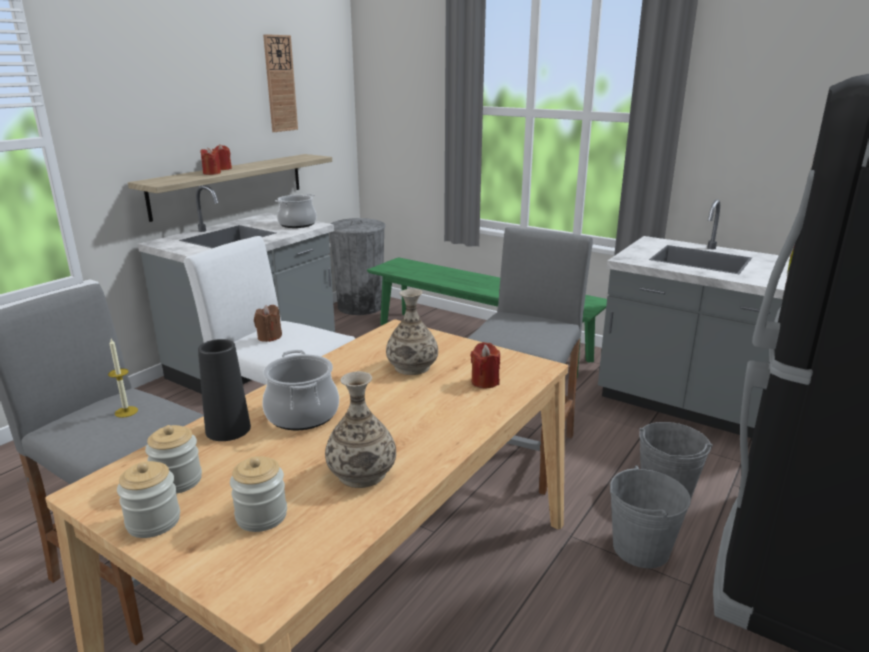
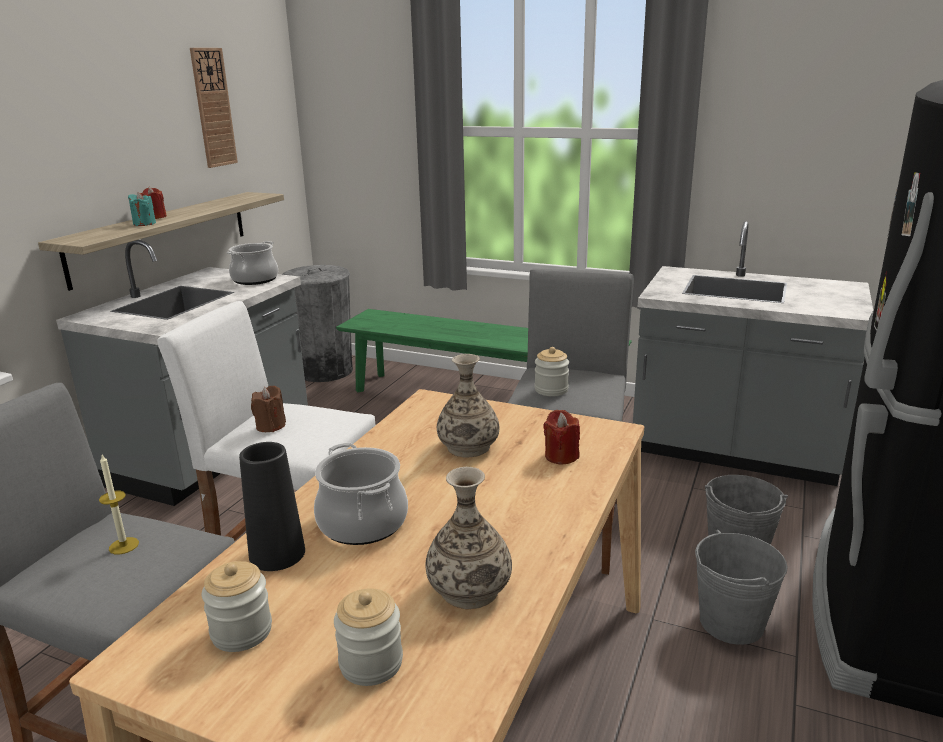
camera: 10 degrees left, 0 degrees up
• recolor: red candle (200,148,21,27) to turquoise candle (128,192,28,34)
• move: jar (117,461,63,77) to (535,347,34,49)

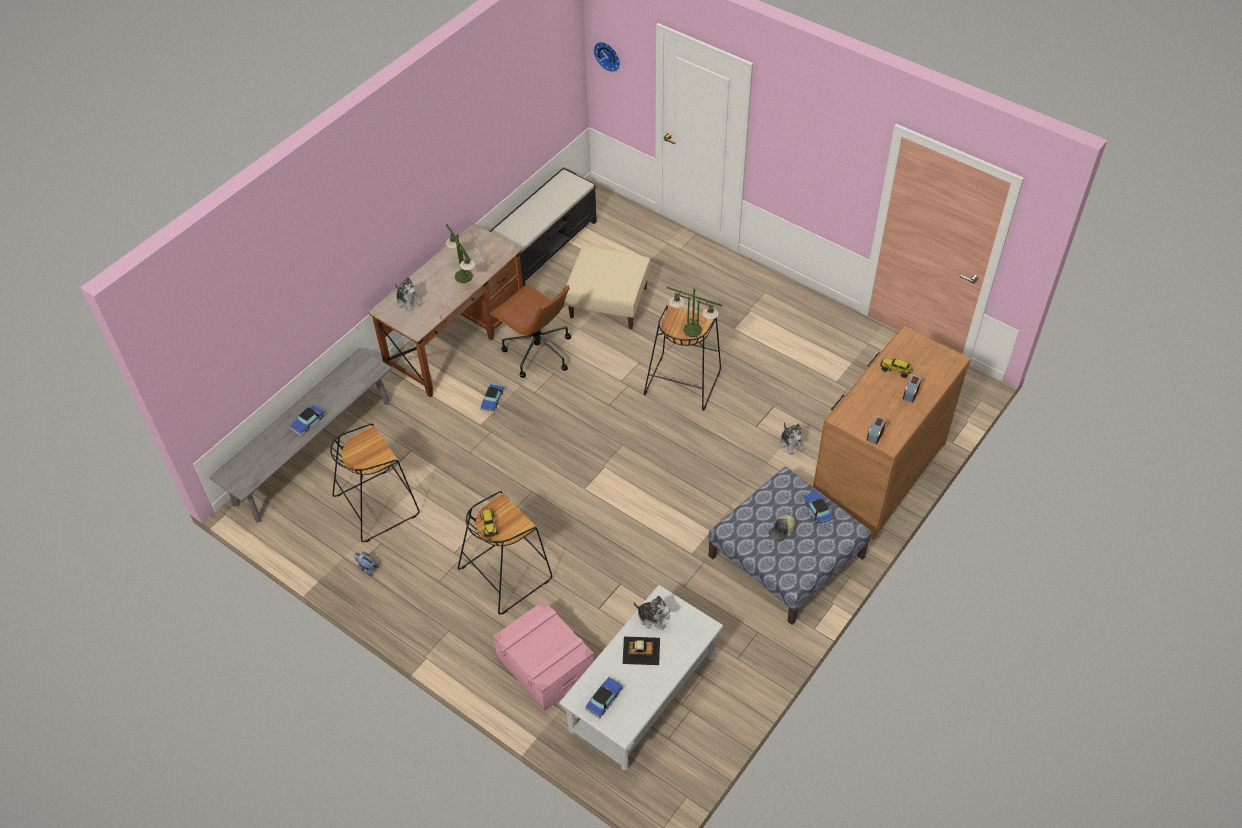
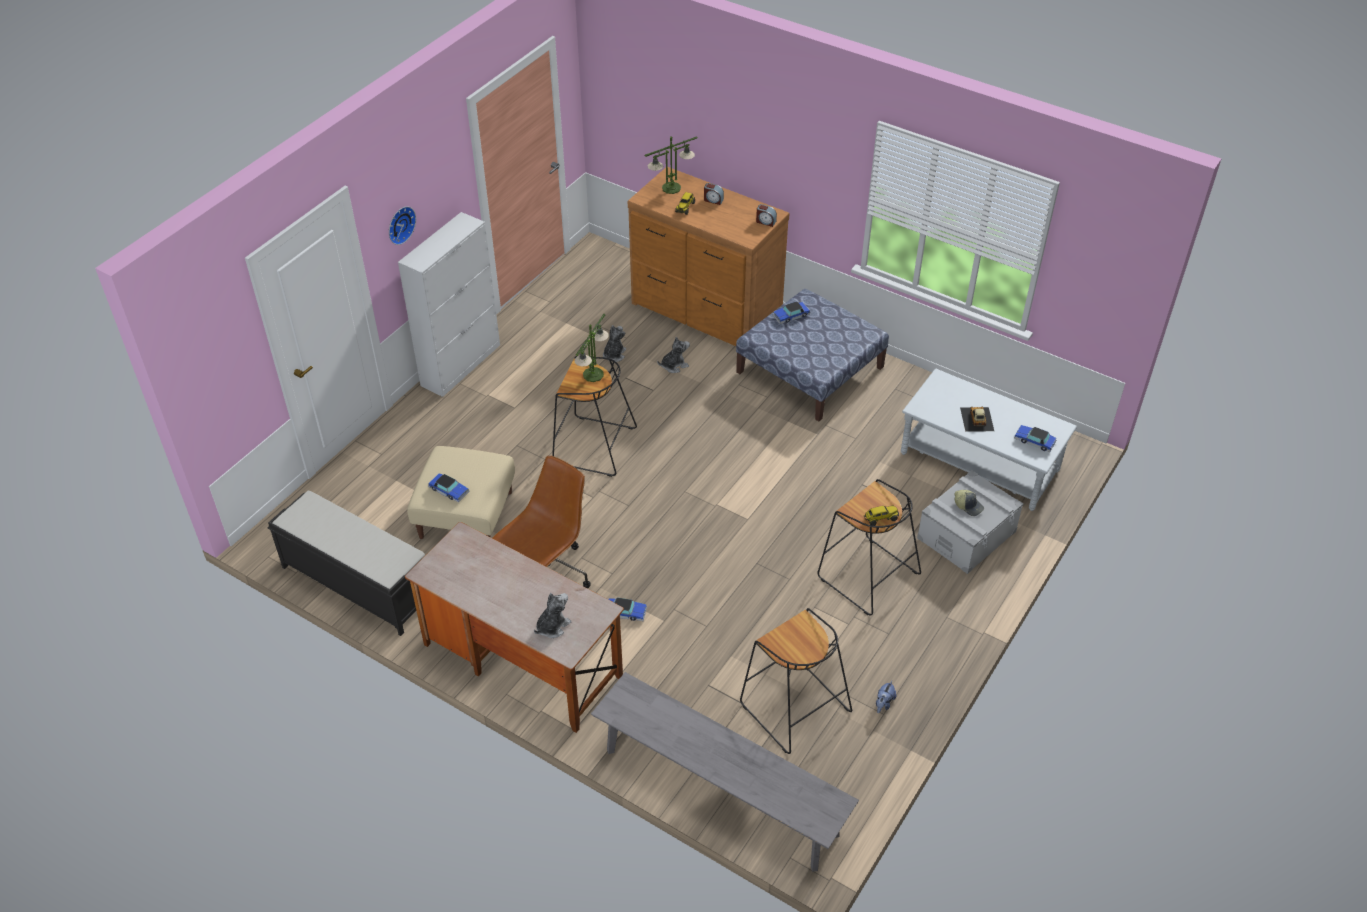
camera: 95 degrees left, 5 degrees down
• move: wall clock (593,42,27,30) to (389,206,27,39)
• insert: white cabinet (398,212,102,185)
• move: toy car (290,405,35,31) to (428,473,42,30)
• move: plush toy (633,596,37,34) to (603,325,23,37)
• move: table lamp (446,224,29,59) to (645,136,53,58)
• recolor: pink storage box (493,600,101,111) to grey storage box (917,470,107,104)
• move: cap (768,515,27,27) to (955,490,29,26)

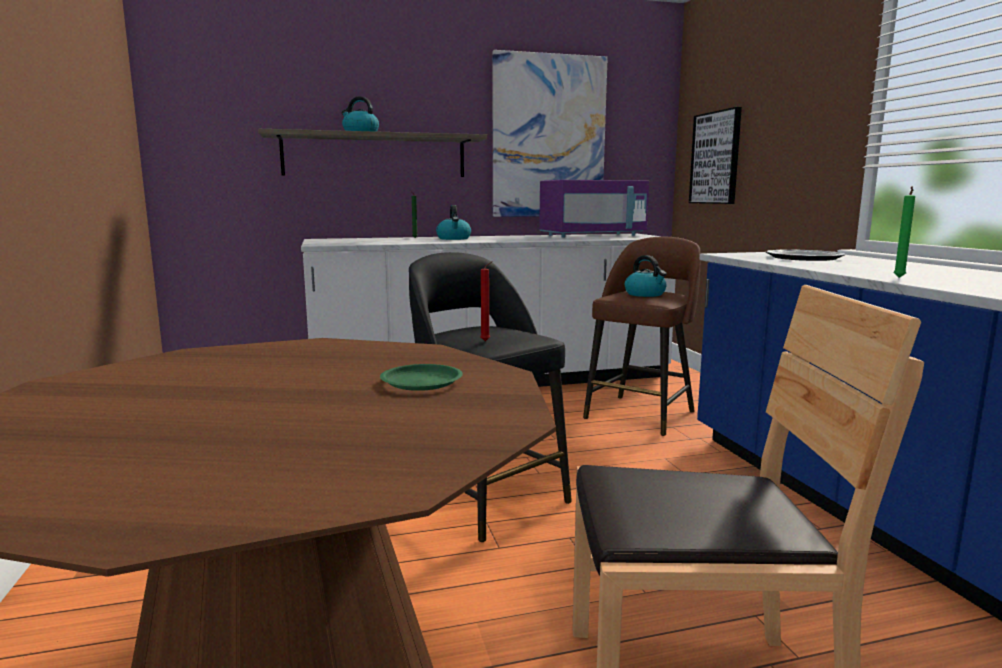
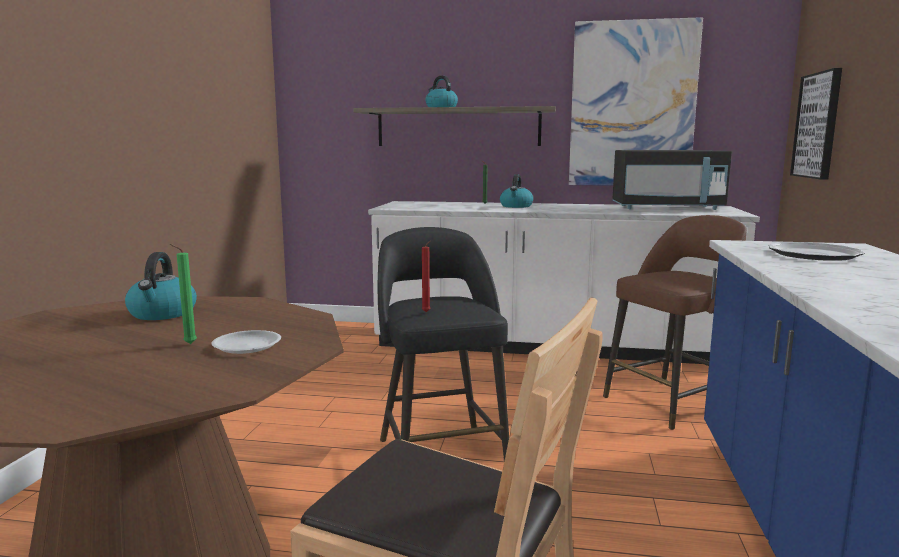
camera: 25 degrees right, 0 degrees up
• move: kettle (625,255,42,42) to (125,252,72,68)
• move: green candle (893,186,22,92) to (170,244,27,100)
• recolor: green plate (380,364,83,27) to white plate (211,330,70,24)
• recolor: purple microwave (539,180,110,58) to black microwave (613,150,119,60)

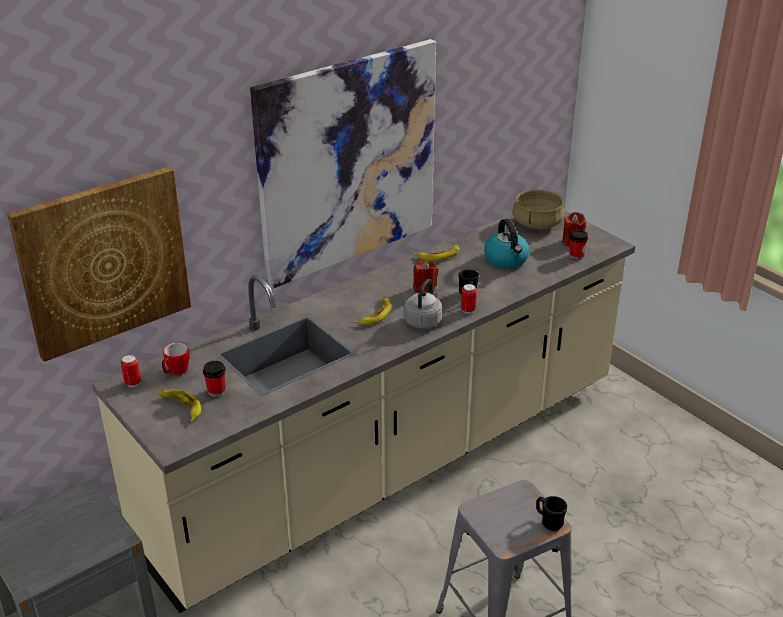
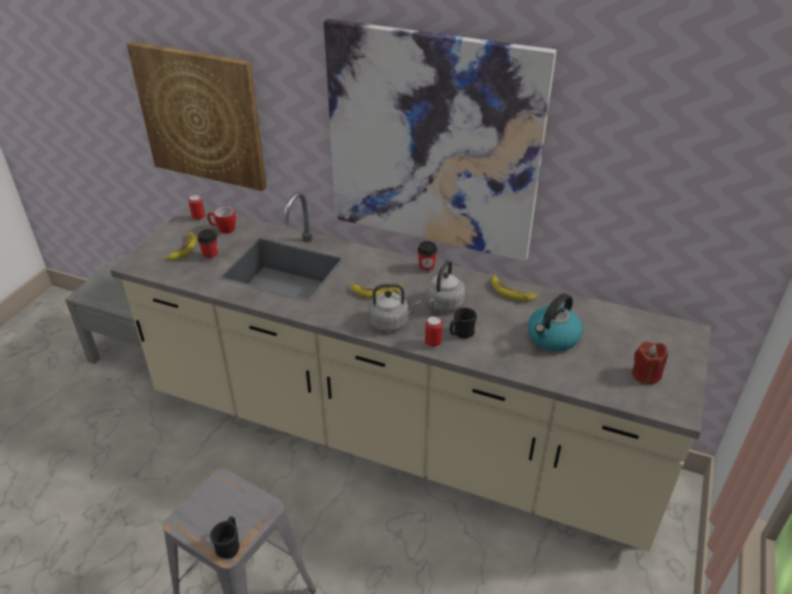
camera: 60 degrees right, 5 degrees up
• move: cup (570,230,18,30) to (418,241,19,32)
• replace: red candle (413,261,25,33) to grey kettle (426,260,39,52)
• delete: beige cooking pot (512,190,52,39)

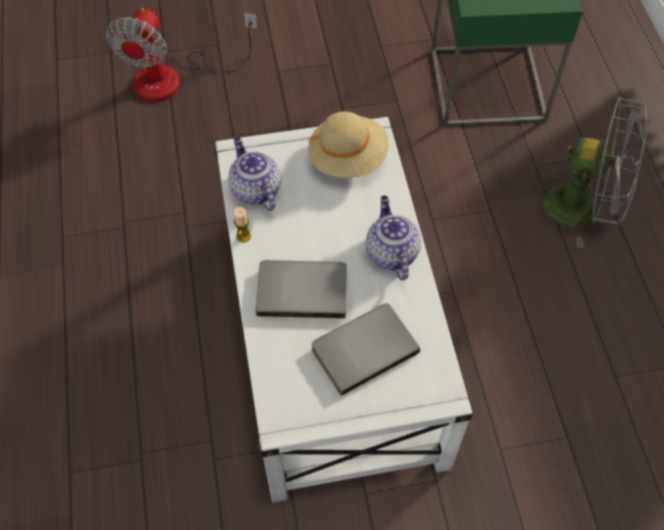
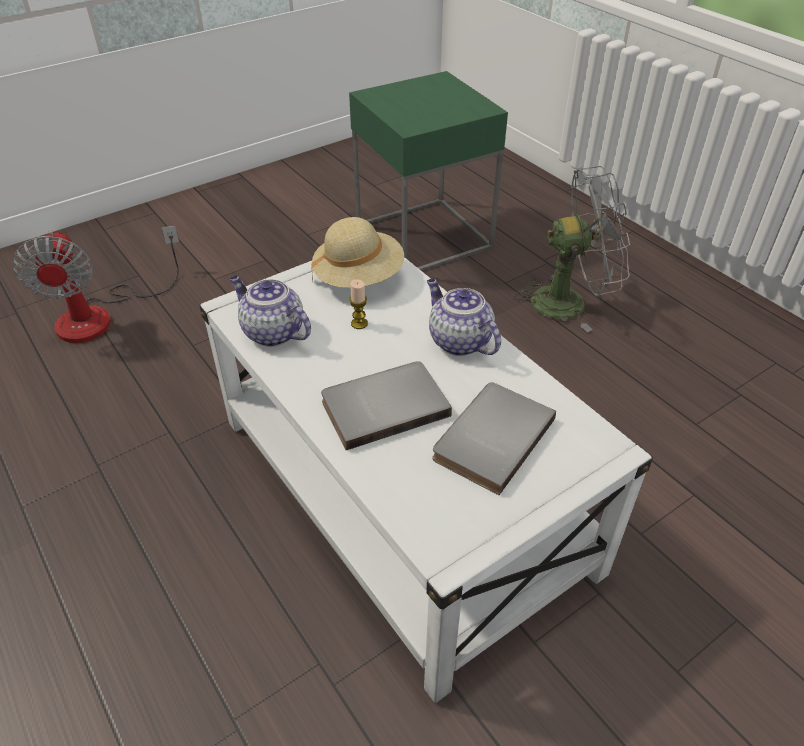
camera: 25 degrees left, 15 degrees down
• move: candle (234,207,17,35) to (349,279,19,50)

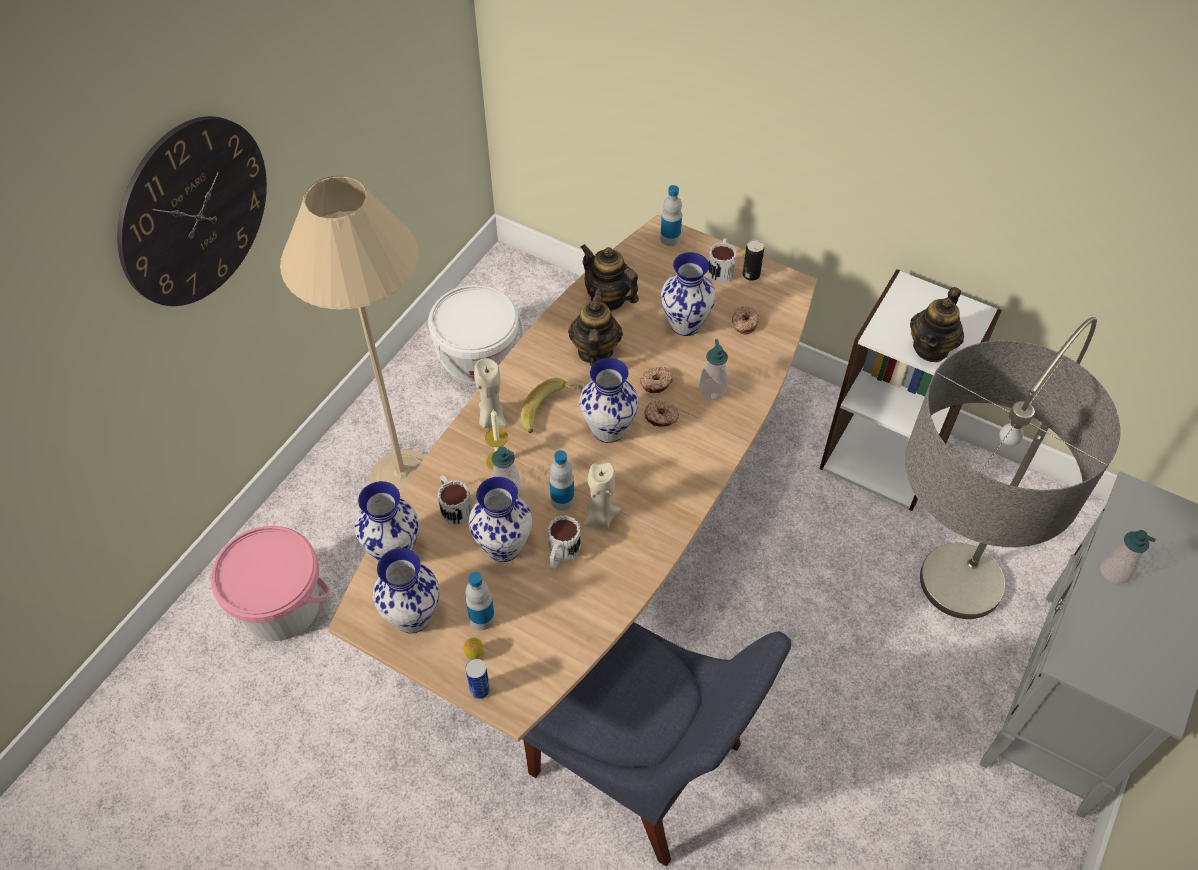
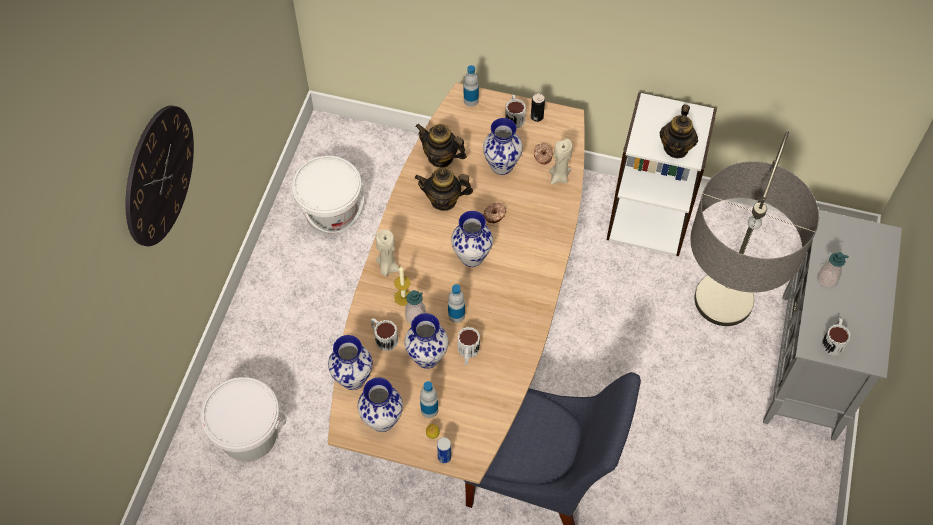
camera: 15 degrees left, 5 degrees up
• recolor: pink bucket (211,526,118,115) to white bucket (201,377,86,85)
• rotate: teapot (568,288,55,78) = (415,168,58,43) 75 degrees counterclockwise
• move: beige candle (583,463,38,67) to (549,139,23,45)
• insert: mug (821,318,30,38)
• delete: beige floor lamp (280,176,146,318)
• delete: banana (521,378,62,55)
• delete: donut (644,401,35,26)
• delete: soap dispenser (699,339,29,61)

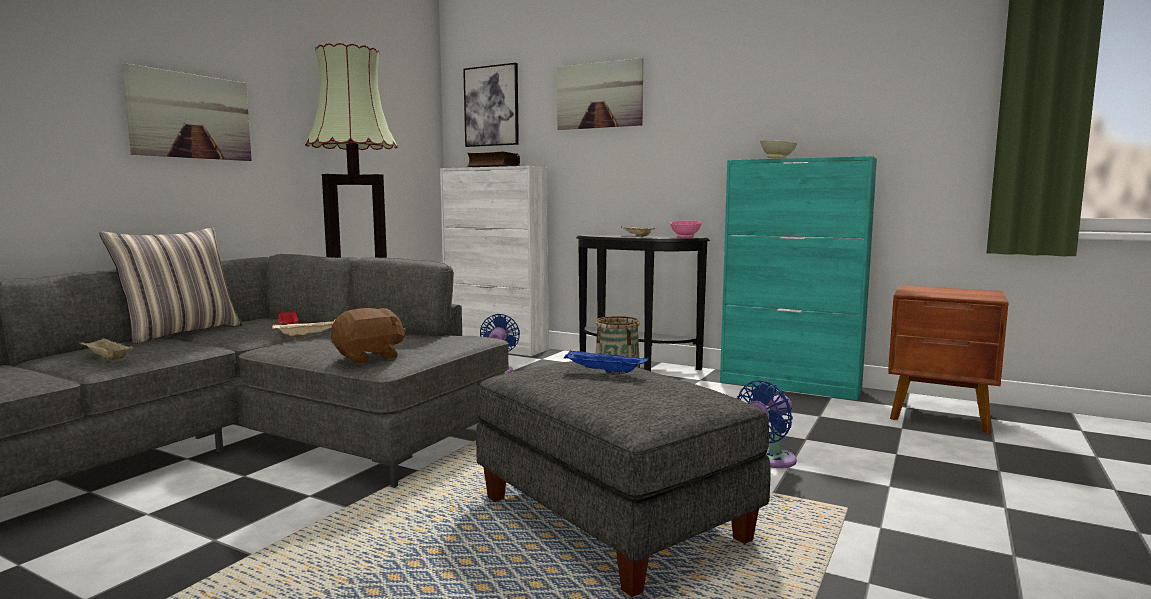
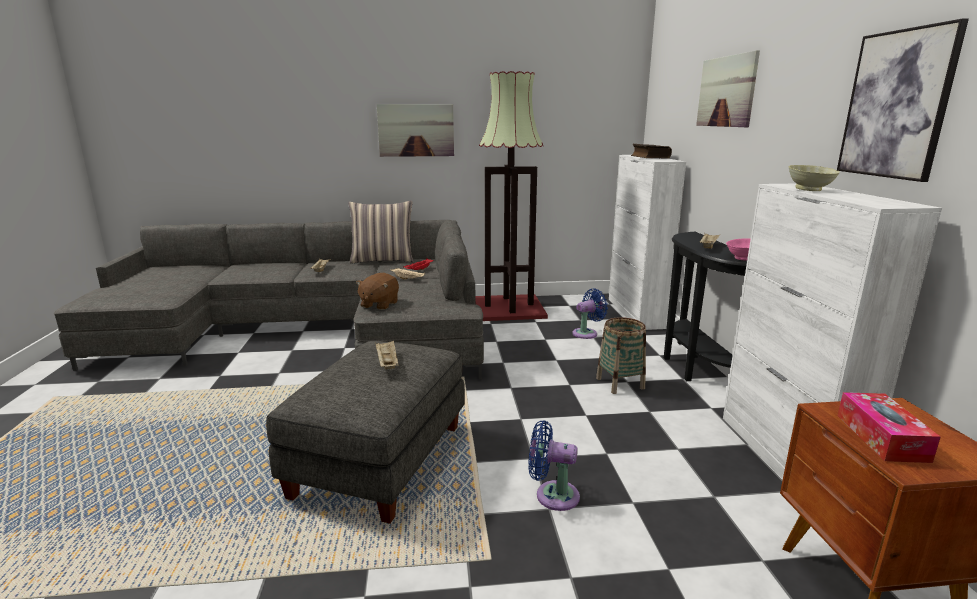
camera: 55 degrees right, 10 degrees up
• rotate: brown plush toy (331,308,75,56) = (356,272,43,38) 90 degrees clockwise
• recolor: blue tray (564,350,85,25) to beige tray (375,340,23,29)
• recolor: turquoise cabinet (720,156,157,244) to white cabinet (723,183,219,296)
• move: picture (463,63,56,84) to (837,18,132,164)
• insert: tissue box (838,392,103,71)

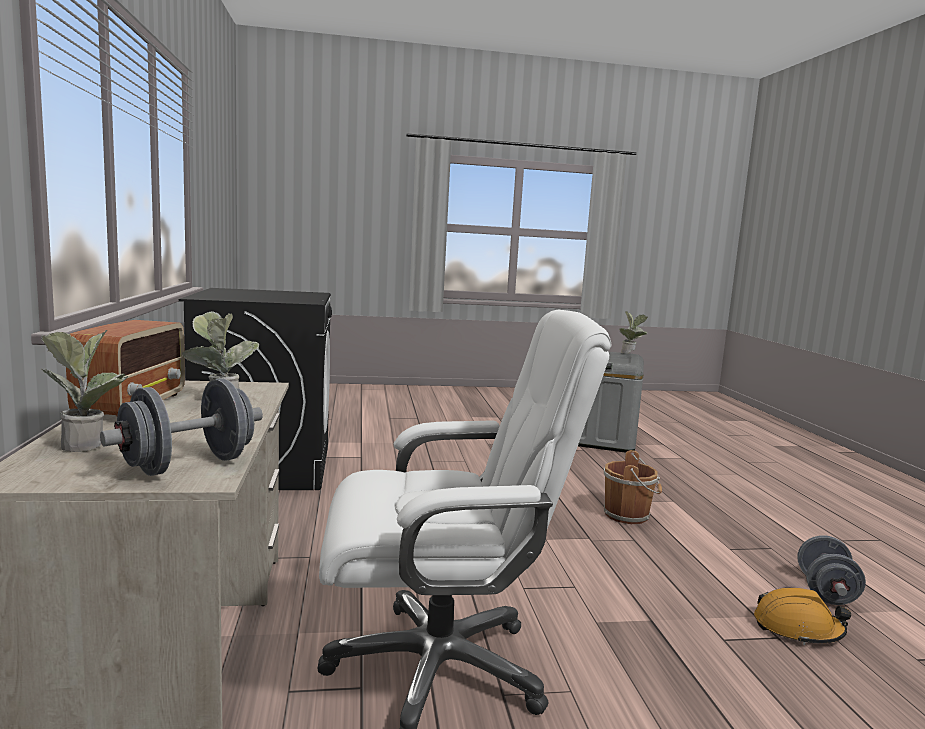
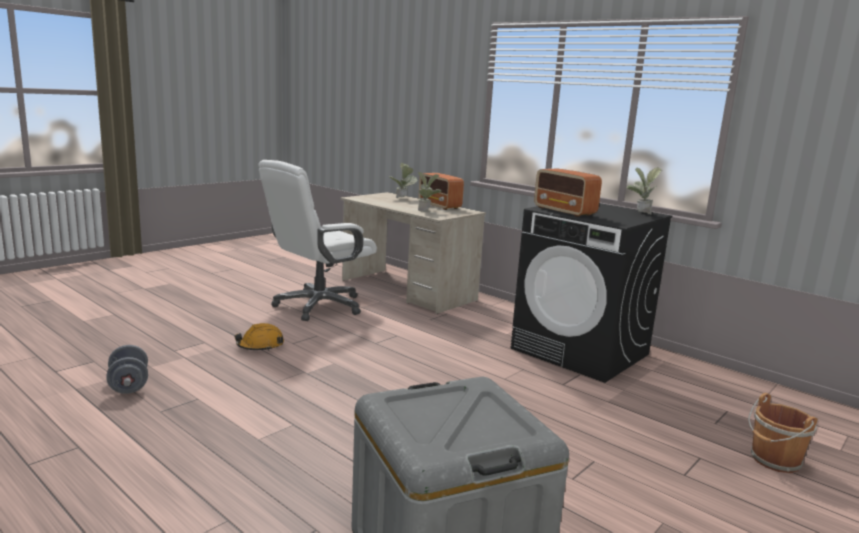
camera: 140 degrees right, 5 degrees up
• move: orange hard hat (754,588,97,57) to (235,323,49,28)
• insert: radio (534,169,68,48)
• move: potted plant (619,311,29,43) to (627,167,35,47)
• move: brown bucket (604,450,58,74) to (748,393,70,80)
• delete: grey dumbbell (100,379,163,97)

